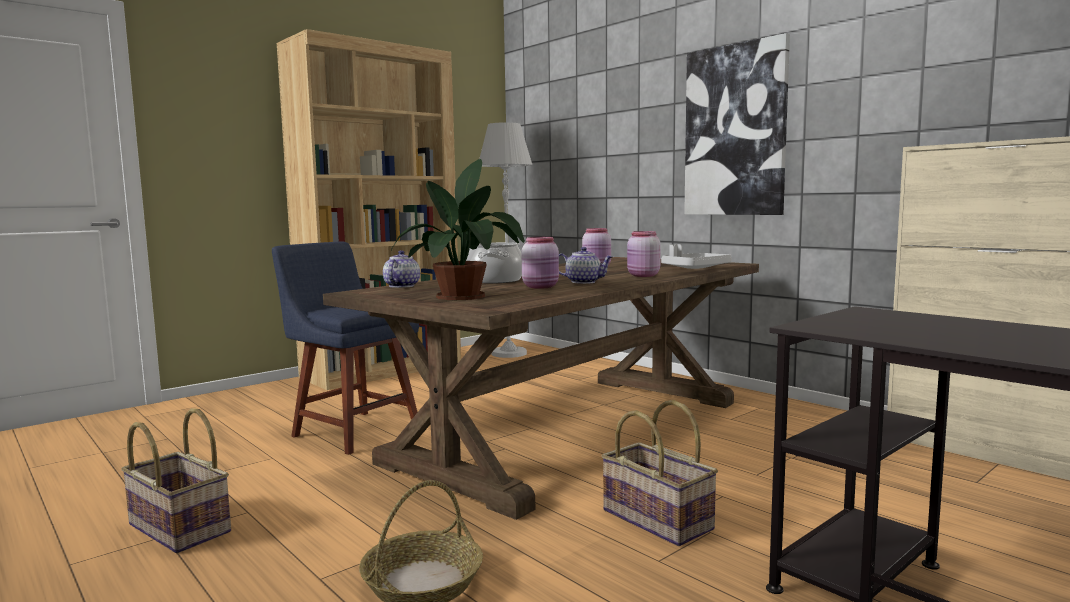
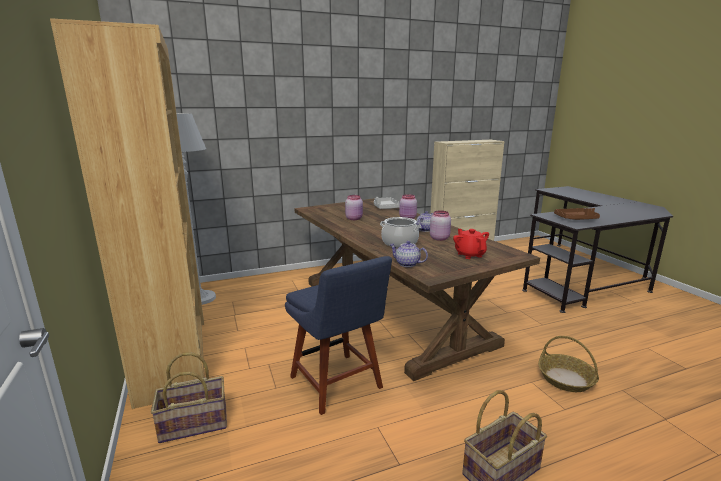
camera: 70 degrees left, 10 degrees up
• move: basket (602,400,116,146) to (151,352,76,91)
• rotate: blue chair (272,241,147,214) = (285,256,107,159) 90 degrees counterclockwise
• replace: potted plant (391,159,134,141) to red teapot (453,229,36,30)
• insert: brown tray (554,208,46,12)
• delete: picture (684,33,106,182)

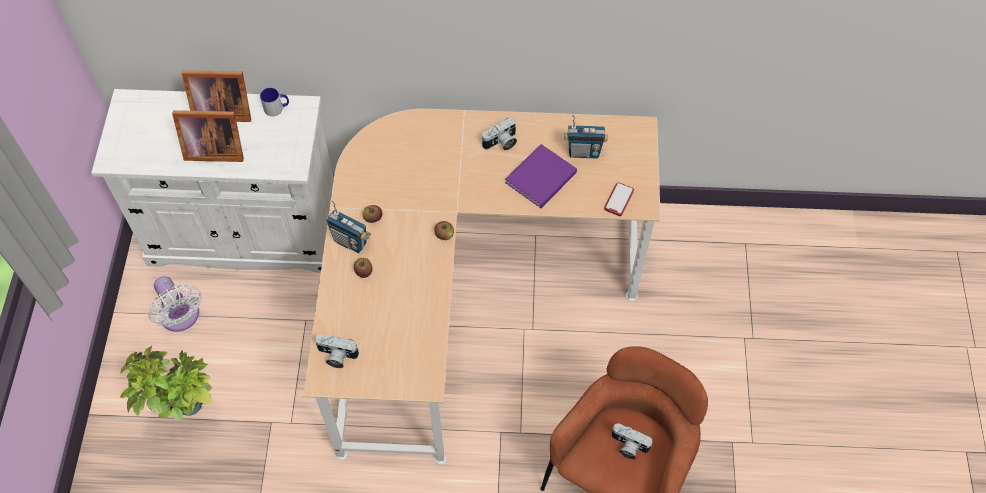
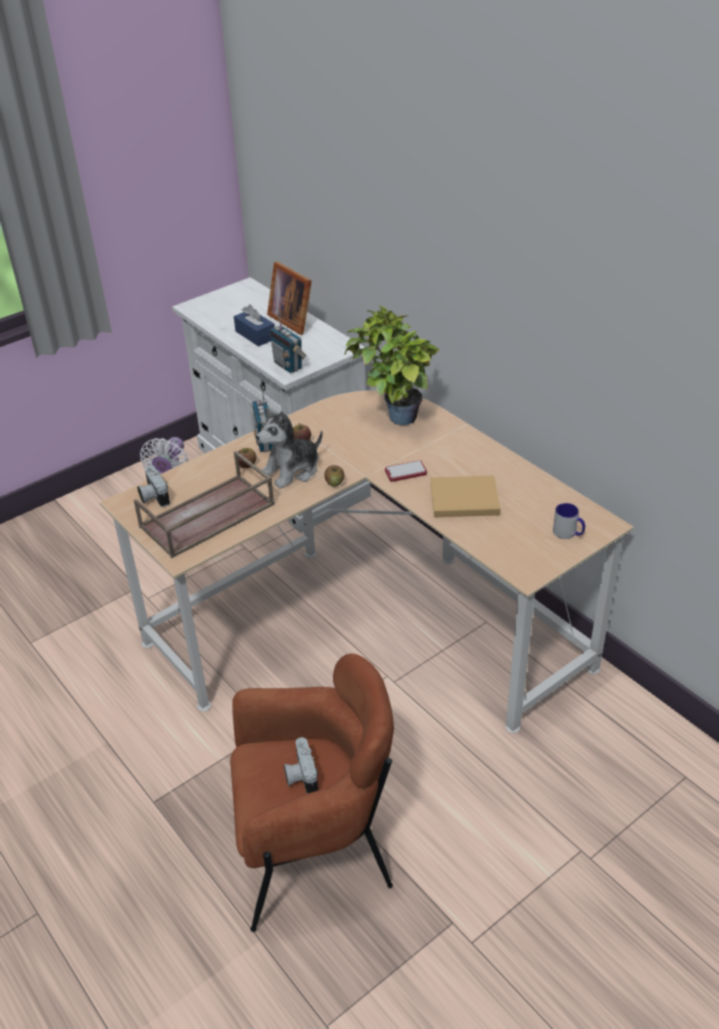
camera: 50 degrees right, 20 degrees down
• insert: brown tray (134,451,141,107)
• replace: picture frame (172,110,72,52) to blue tissue box (234,305,41,41)
• insert: plush toy (256,408,67,81)
• move: radio (564,114,44,44) to (269,308,38,65)
• move: potted plant (120,345,92,75) to (345,305,95,120)
• move: phone (604,182,30,34) to (385,460,42,22)
• recolor: purple book (505,144,72,64) to beige book (430,475,71,42)
• move: mug (260,88,29,28) to (553,503,32,36)
• delete: photo camera (482,117,35,33)

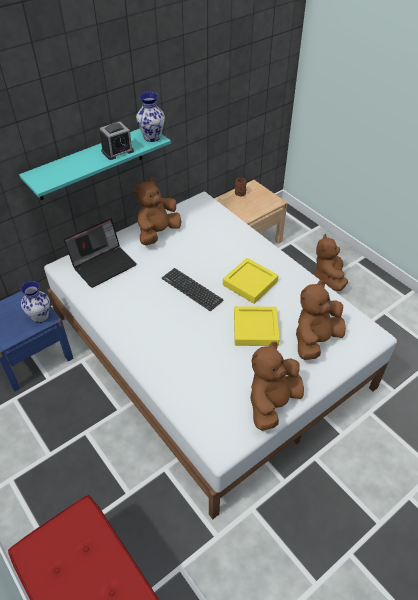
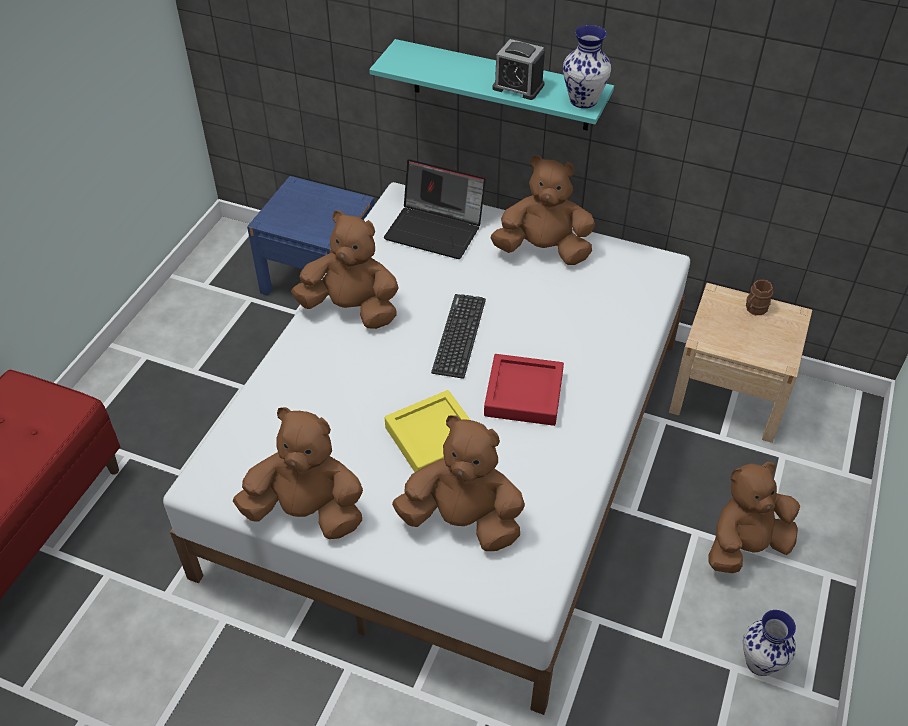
camera: 60 degrees right, 0 degrees up
• insert: brown plush toy (291,211,108,118)
• recolor: yellow tray (223,258,55,46) to red tray (484,354,80,72)
• move: vase (21,281,29,42) to (743,610,53,66)

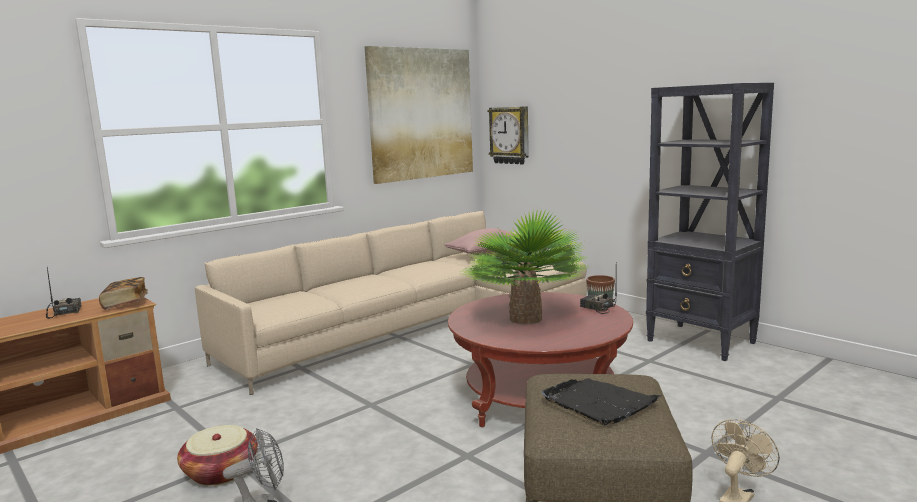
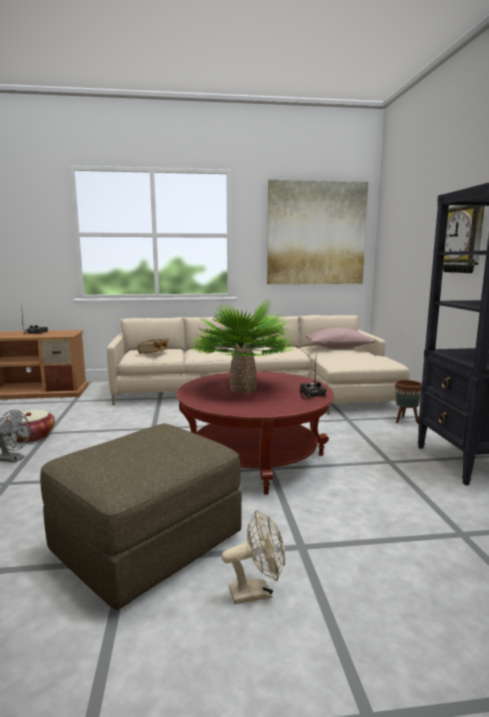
camera: 35 degrees right, 0 degrees up
• move: book (99,277,49,33) to (138,339,32,15)
• move: wall clock (488,106,41,58) to (443,205,42,68)
• delete: black tray (541,378,120,48)

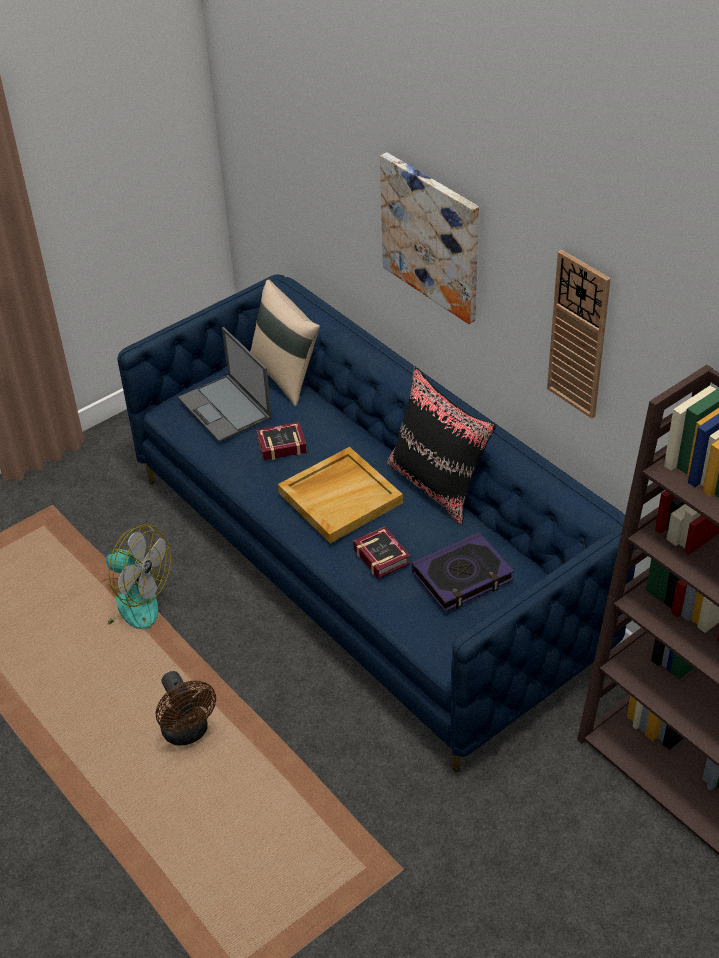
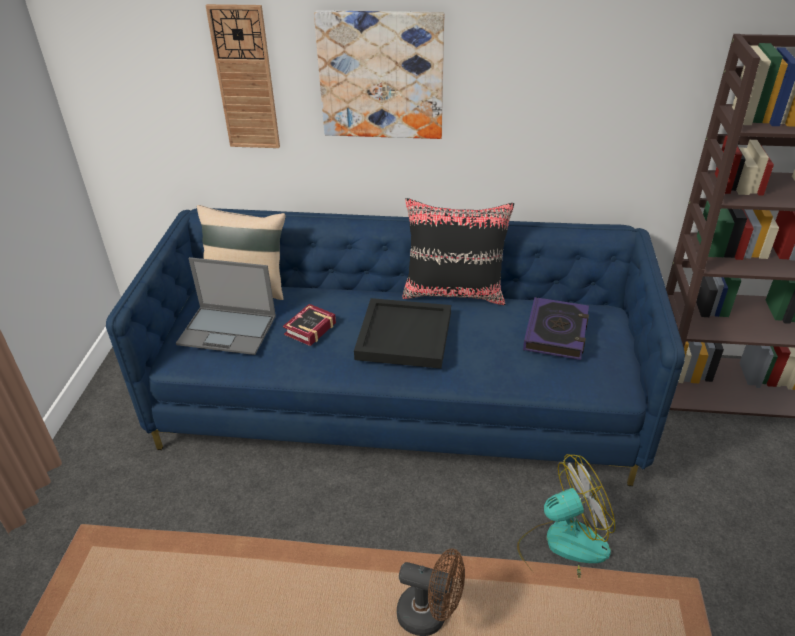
camera: 45 degrees left, 5 degrees down
• move: wall clock (547,250,64,169) to (206,4,74,144)
• recolor: beige tray (278,447,125,96) to black tray (354,298,97,71)
• move: fan (100,524,71,105) to (517,454,98,124)
• delete: book (353,527,57,52)

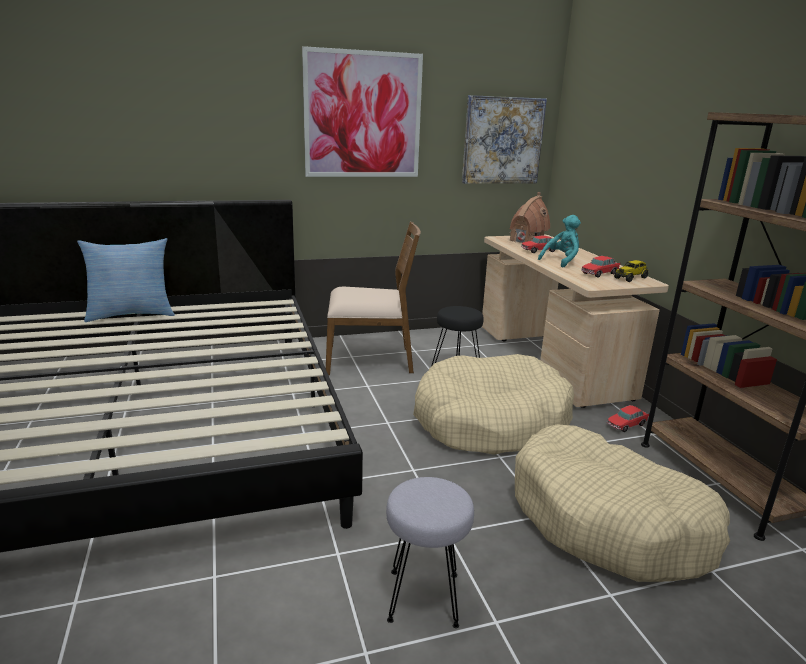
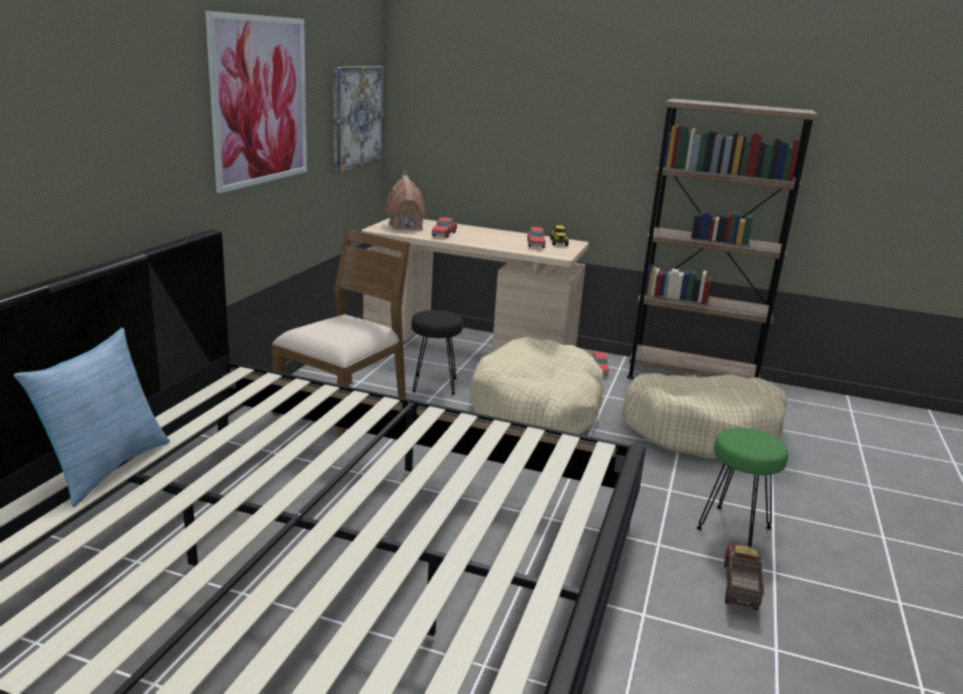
camera: 55 degrees left, 0 degrees up
• recolor: grey stool (386,477,88,151) to green stool (696,428,92,120)
• insert: toy truck (724,544,40,66)
• delete: turquoise plush toy (538,215,43,53)

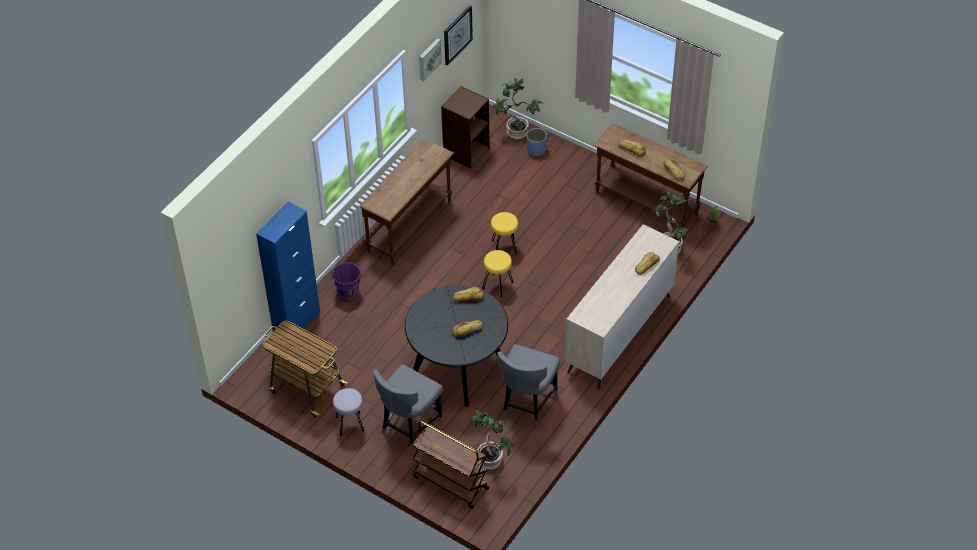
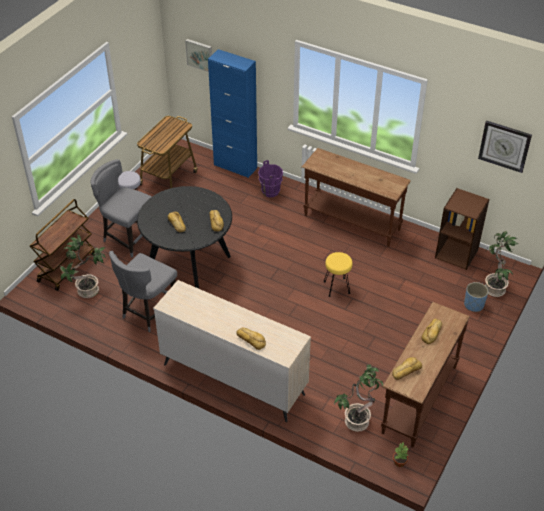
camera: 85 degrees right, 5 degrees down
• rotate: grey chair (497,344,63,82) = (109,251,68,81) 75 degrees counterclockwise
• move: picture (419,38,23,43) to (185,39,27,33)
• delete: yellow stool (482,250,31,47)

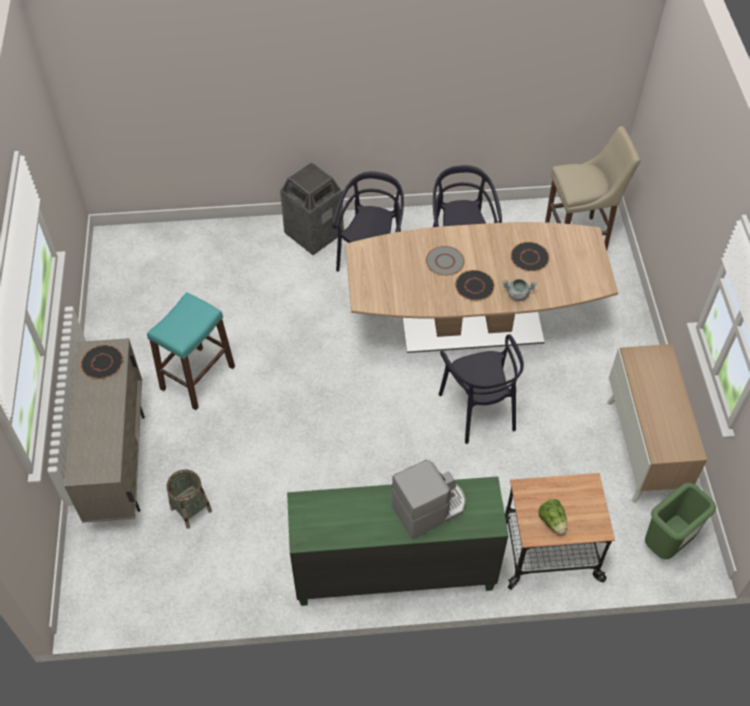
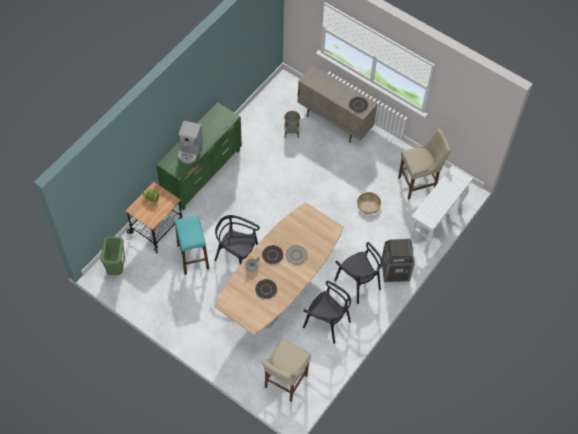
camera: 130 degrees right, 5 degrees up
• move: turquoise stool (147,292,88,118) to (174,215,35,60)
• insert: basket (357,192,24,23)
• insert: beige stool (398,129,53,71)
• insert: white console table (409,166,64,86)
• delete: cabinet (607,344,100,159)

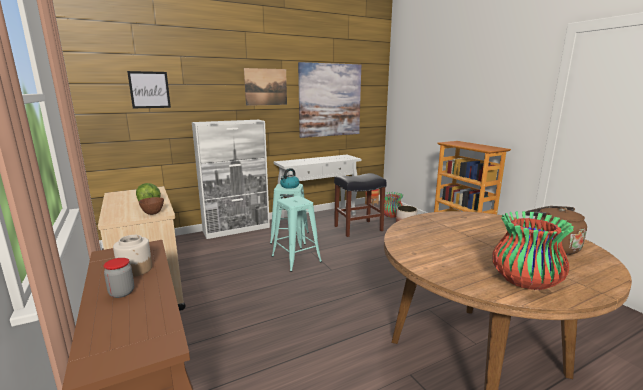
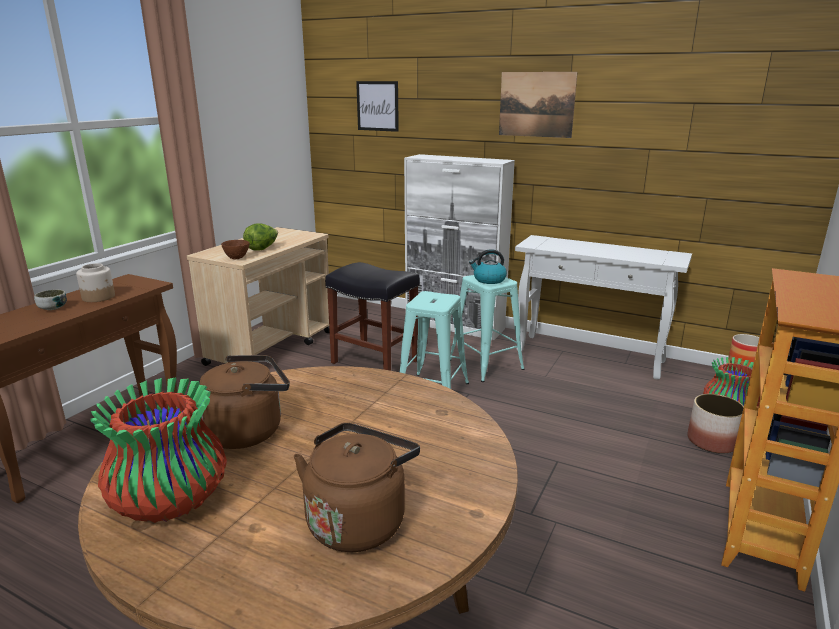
camera: 55 degrees right, 5 degrees up
• replace: jar (104,258,30,40) to bowl (34,290,33,20)
• insert: brown kettle (200,355,90,94)
• move: black stool (334,173,53,64) to (325,262,95,109)
• delete: picture (298,62,63,76)

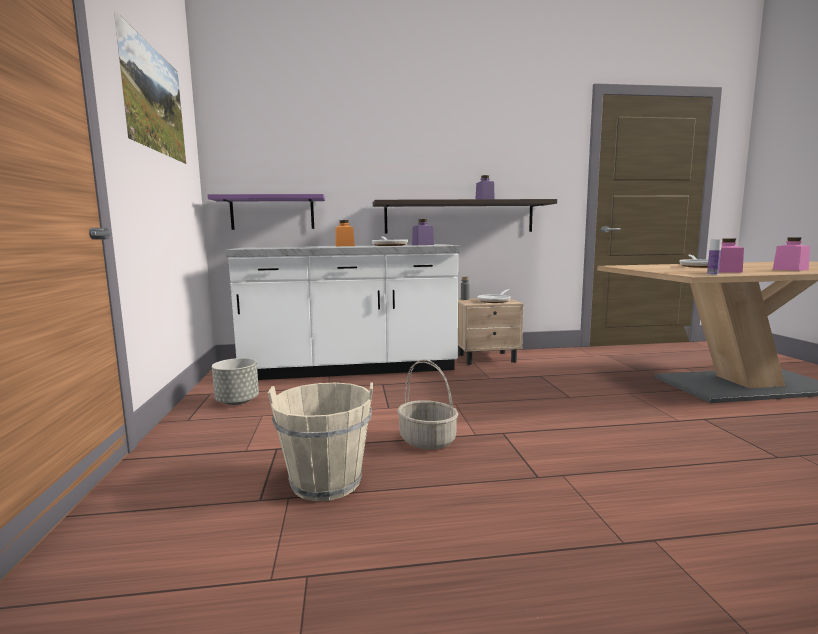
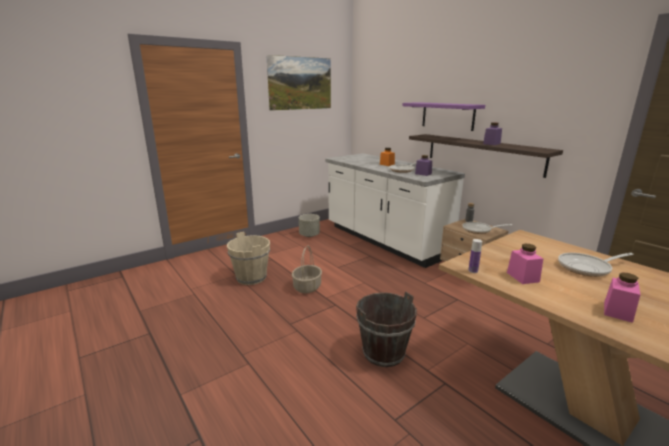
camera: 60 degrees right, 10 degrees up
• insert: brown bucket (356,292,61,75)
• move: purple shelf (208,194,117,36) to (402,102,83,29)

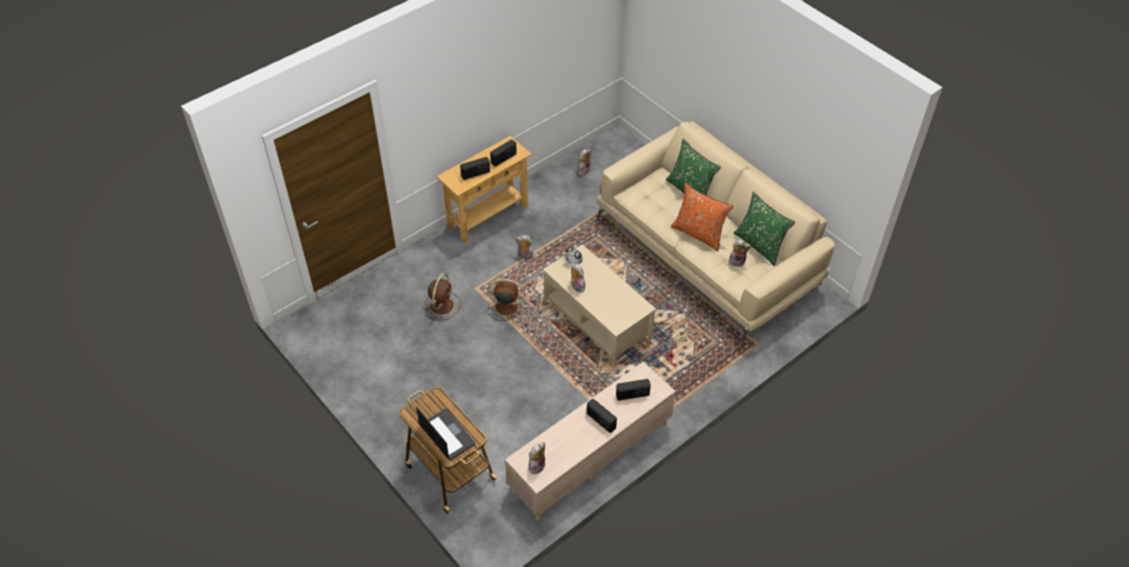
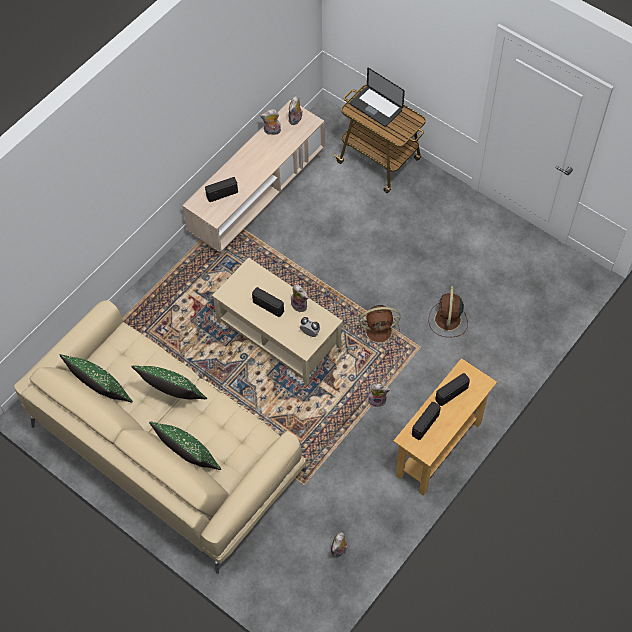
camera: 170 degrees right, 10 degrees up
• recolor: orange pillow (671,183,62,68) to green pillow (131,366,76,34)
• move: radio (587,399,30,34) to (252,287,32,30)
• move: plush toy (727,240,24,27) to (260,109,21,26)

